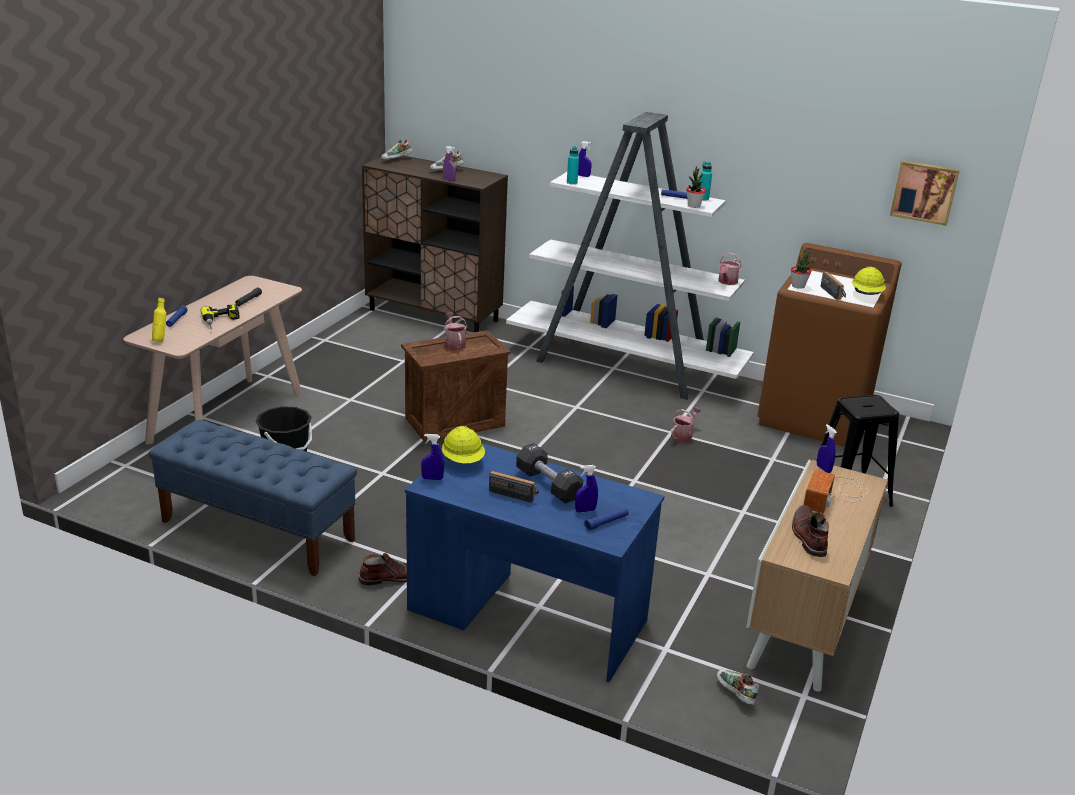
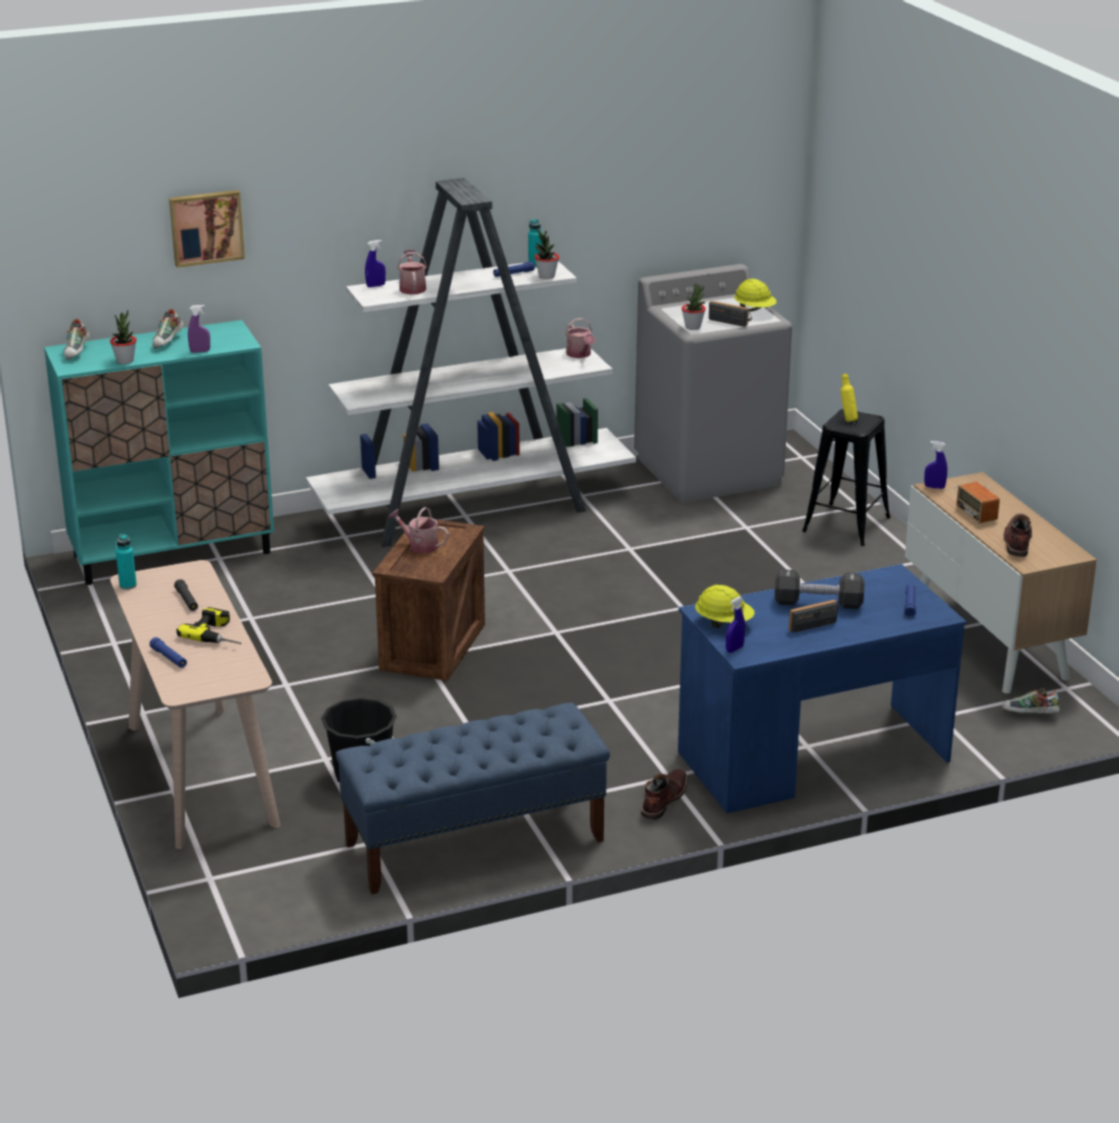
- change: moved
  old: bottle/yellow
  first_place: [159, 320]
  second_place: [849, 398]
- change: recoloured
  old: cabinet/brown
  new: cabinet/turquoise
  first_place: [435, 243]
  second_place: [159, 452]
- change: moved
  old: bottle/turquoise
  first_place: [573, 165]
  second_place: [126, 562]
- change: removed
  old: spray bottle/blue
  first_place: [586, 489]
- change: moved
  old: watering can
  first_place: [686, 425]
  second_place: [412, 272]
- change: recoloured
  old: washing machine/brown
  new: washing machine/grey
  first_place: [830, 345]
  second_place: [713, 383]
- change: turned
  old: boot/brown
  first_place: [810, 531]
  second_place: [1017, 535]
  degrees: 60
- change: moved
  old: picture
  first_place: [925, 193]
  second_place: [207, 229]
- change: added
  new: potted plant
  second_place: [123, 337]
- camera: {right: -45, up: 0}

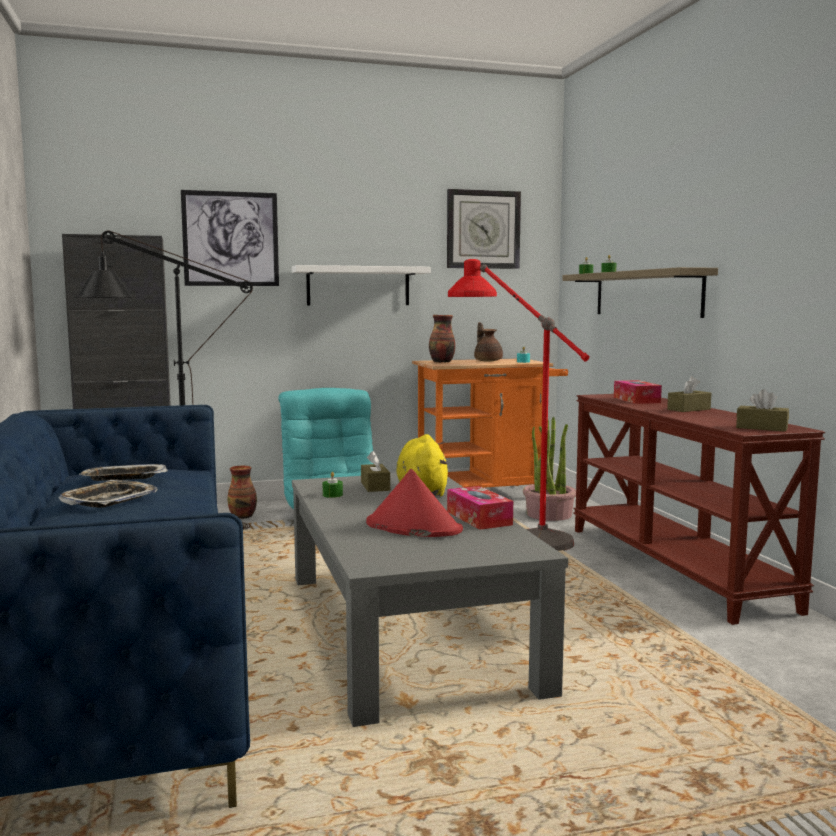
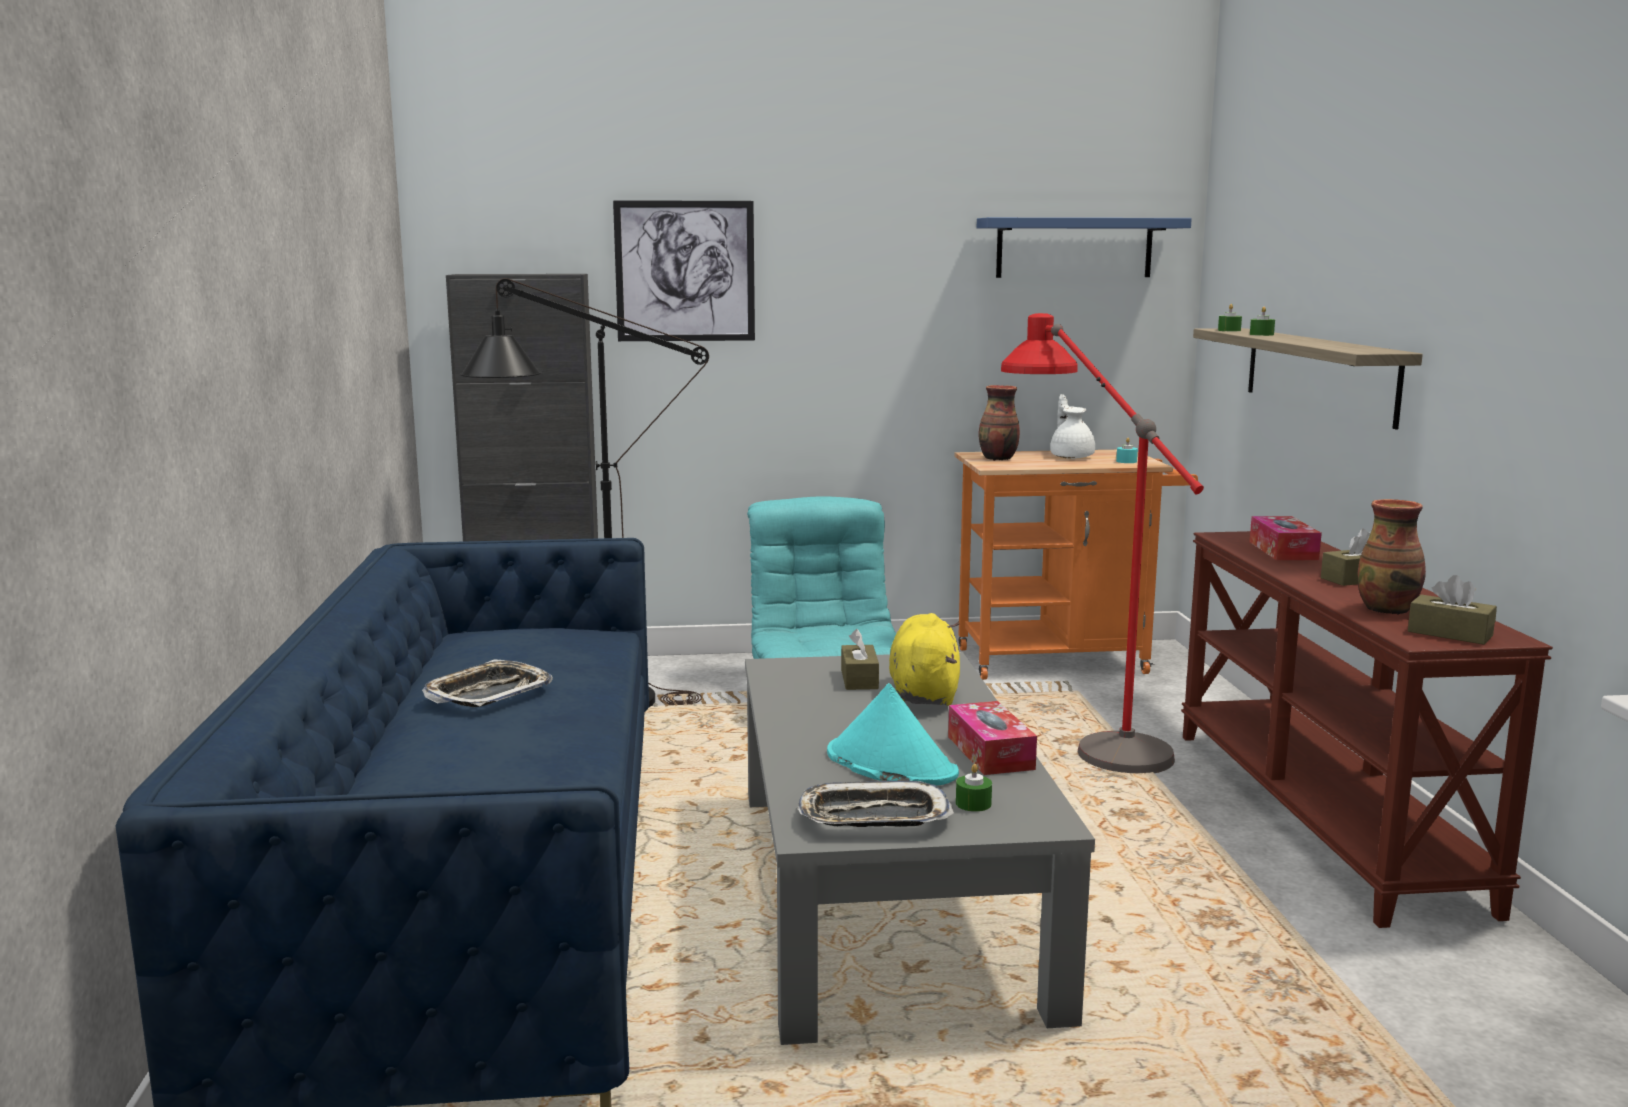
- change: moved
  old: tray
  first_place: [123, 472]
  second_place: [875, 804]
- change: moved
  old: vase
  first_place: [242, 492]
  second_place: [1392, 556]
- change: removed
  old: shelf/white
  first_place: [361, 285]
- change: moved
  old: candle/green
  first_place: [333, 485]
  second_place: [974, 788]
- change: recoloured
  old: hat/red
  new: hat/turquoise
  first_place: [414, 503]
  second_place: [893, 734]
- change: replaced
  old: wall clock
  new: shelf/blue
  first_place: [484, 229]
  second_place: [1084, 247]
- change: recoloured
  old: teapot/brown
  new: teapot/white
  first_place: [488, 342]
  second_place: [1072, 426]
- change: removed
  old: potted plant
  first_place: [549, 469]
- camera: {right: 10, up: 5}

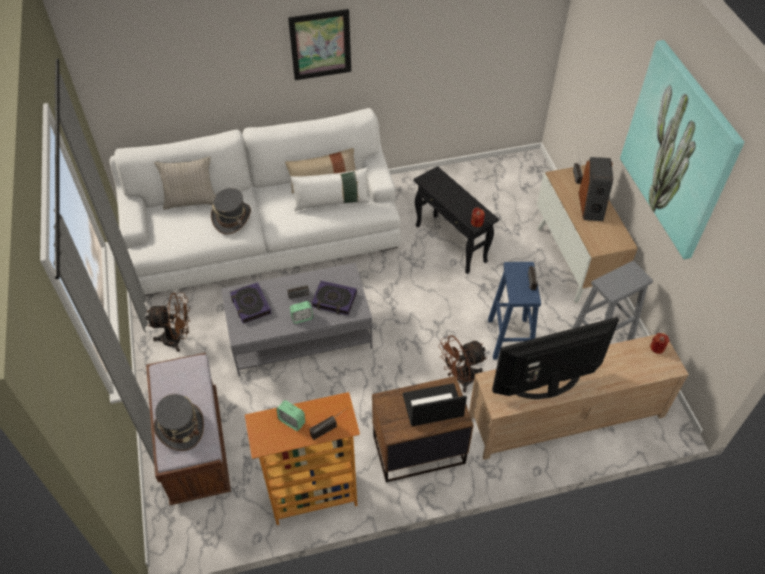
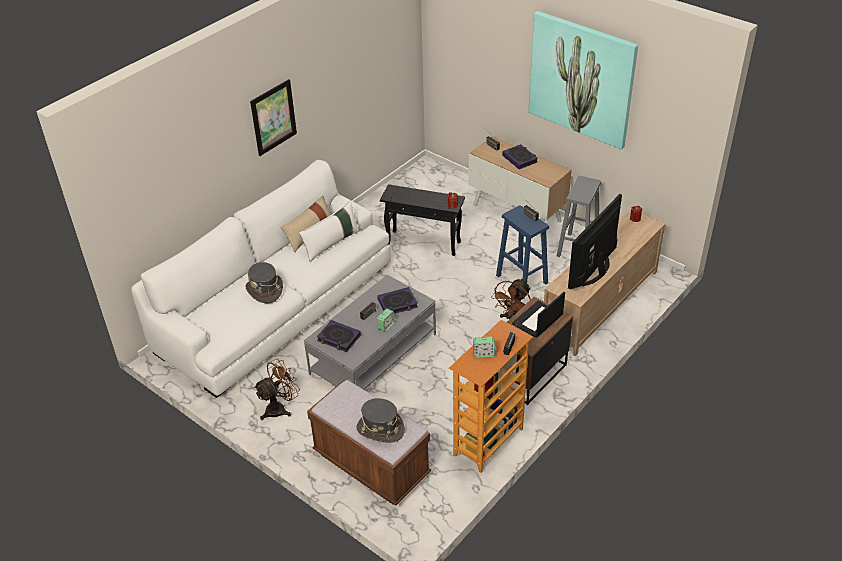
- change: removed
  old: pillow/beige
  first_place: [184, 183]
- change: replaced
  old: speaker
  new: book
  first_place: [595, 189]
  second_place: [520, 156]
- camera: {right: -35, up: -10}

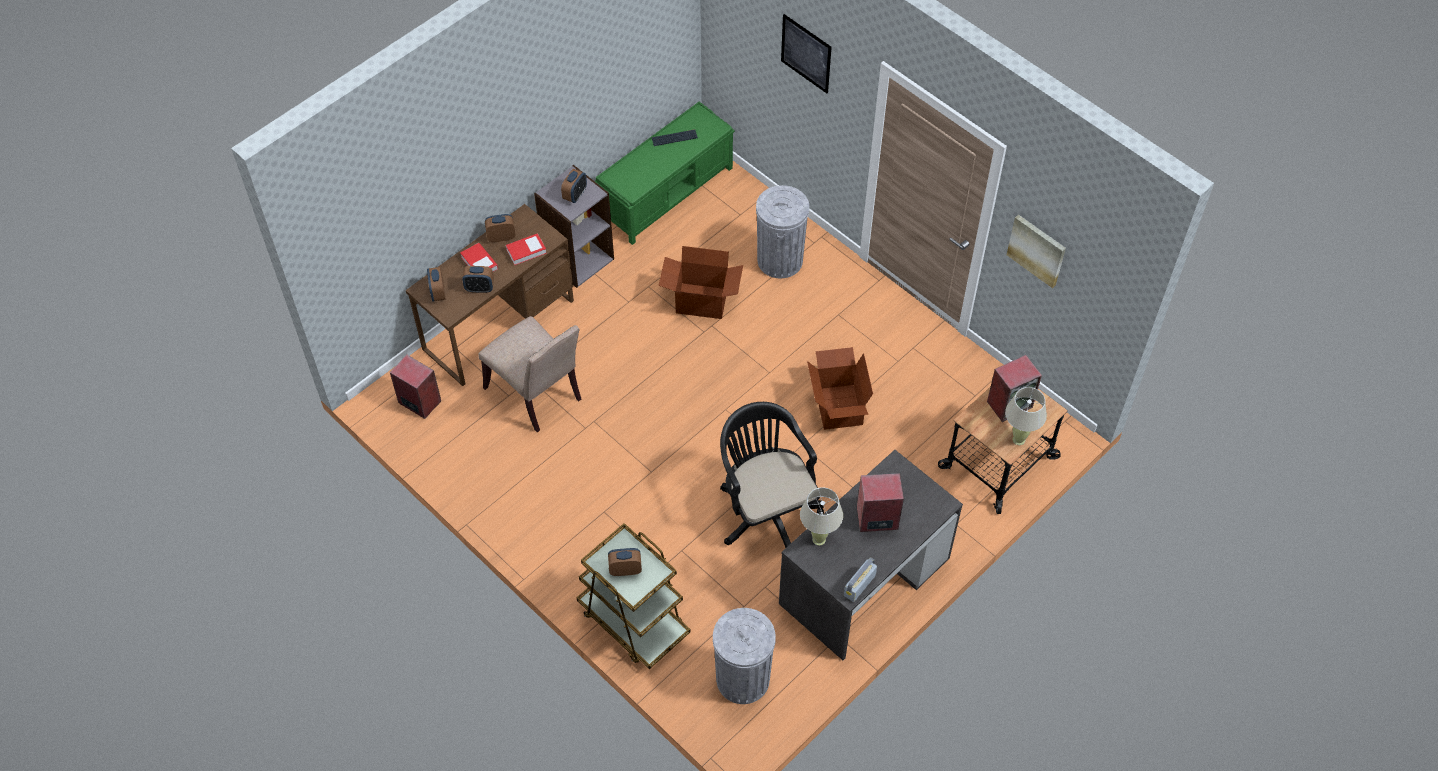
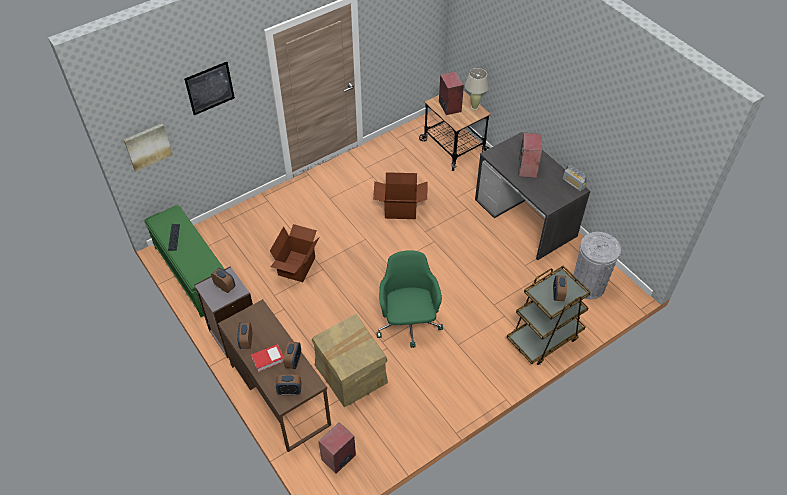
- change: replaced
  old: chair/beige
  new: cardboard box
  first_place: [529, 374]
  second_place: [350, 360]
- change: removed
  old: book
  first_place: [526, 249]
- change: removed
  old: office chair/black
  first_place: [772, 475]
- change: removed
  old: trash can/grey
  first_place: [782, 231]
- change: removed
  old: table lamp/beige
  first_place: [821, 516]
- change: moved
  old: picture
  first_place: [1036, 251]
  second_place: [148, 147]
- change: added
  new: office chair/green
  second_place: [410, 299]
- camera: {right: -80, up: -5}

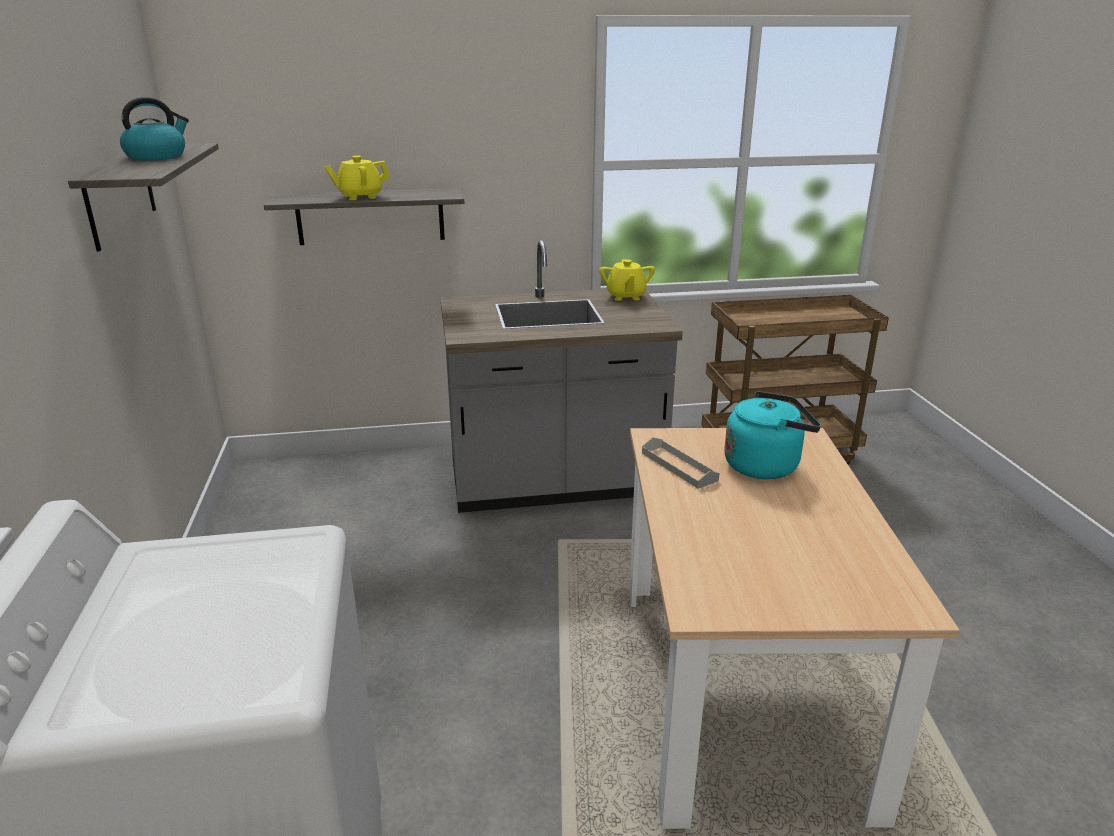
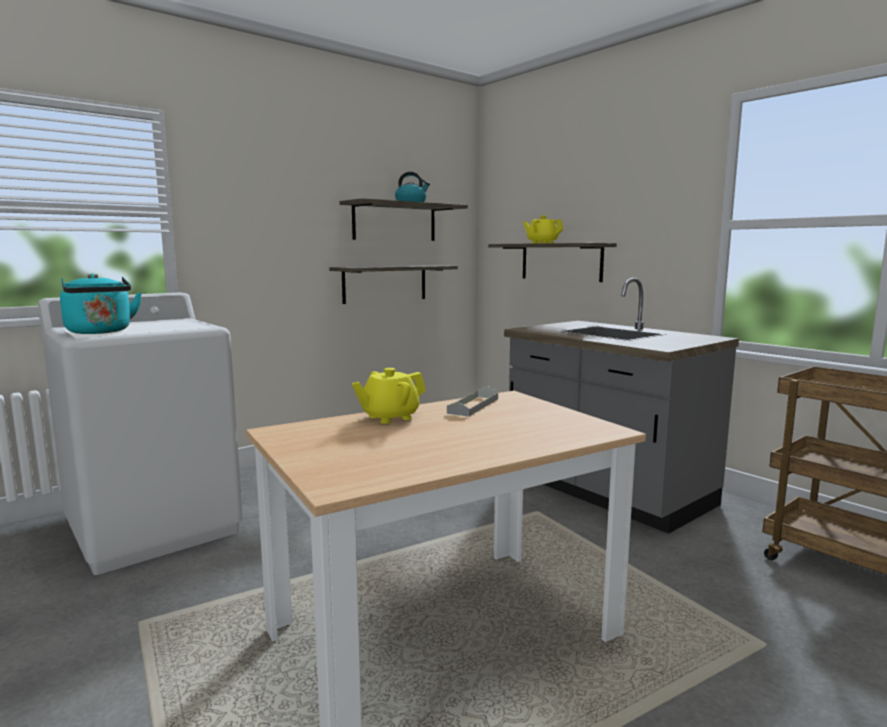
- change: moved
  old: teapot/yellow
  first_place: [627, 280]
  second_place: [389, 396]
- change: moved
  old: kettle/turquoise
  first_place: [772, 435]
  second_place: [101, 303]
- change: added
  new: shelf
  second_place: [393, 284]
- camera: {right: 60, up: -15}

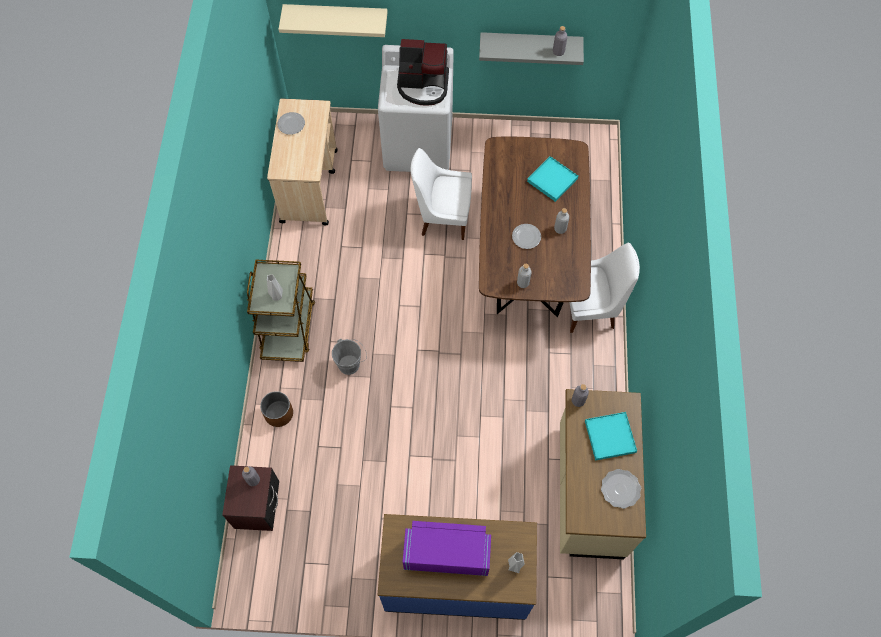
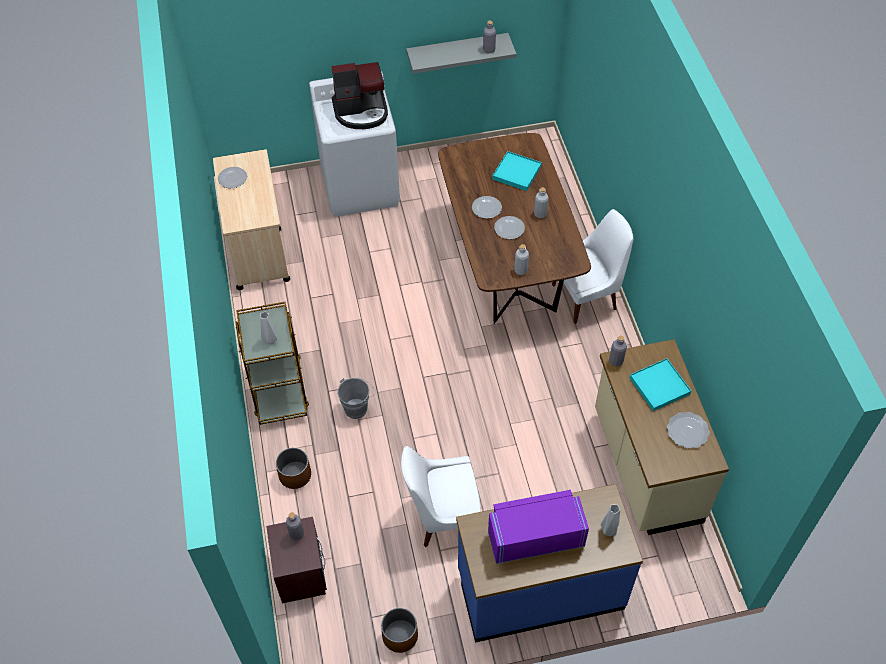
- change: removed
  old: shelf/beige
  first_place: [333, 20]
- change: moved
  old: chair/white
  first_place: [441, 194]
  second_place: [441, 496]
- change: added
  new: planter/brown
  second_place: [399, 630]
- change: added
  new: plate
  second_place: [487, 207]
- camera: {right: -15, up: -10}

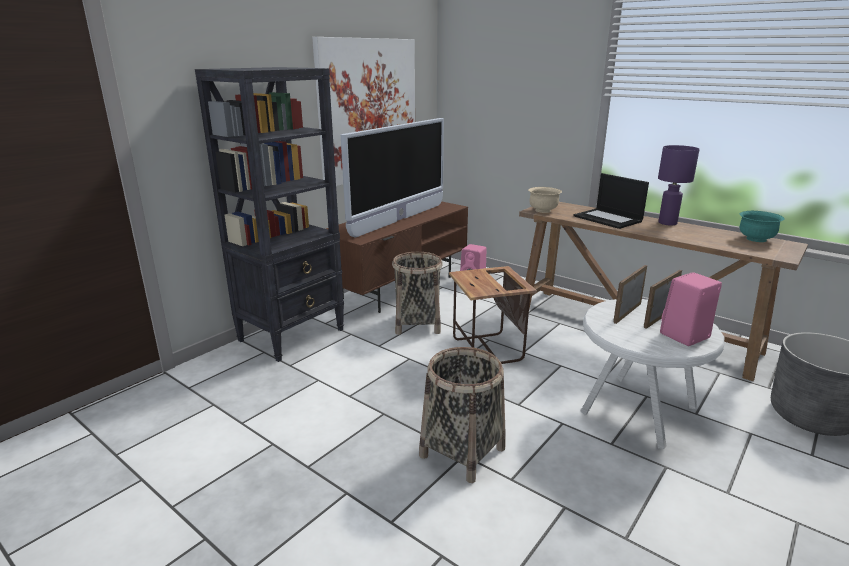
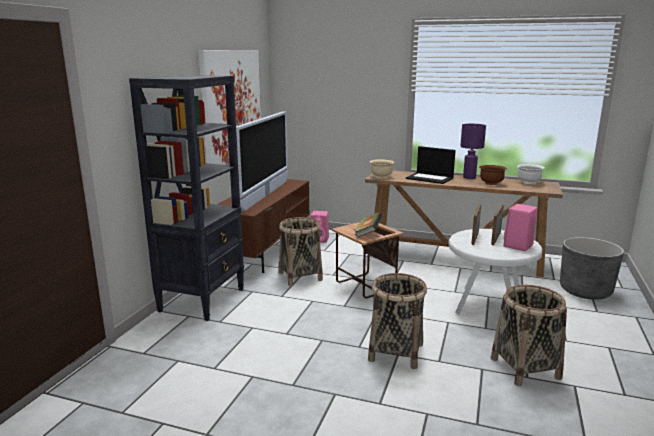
- change: recoloured
  old: bowl/turquoise
  new: bowl/white
  first_place: [762, 226]
  second_place: [531, 174]
- change: added
  new: book
  second_place: [368, 224]
- change: added
  new: bowl/brown
  second_place: [493, 175]
- change: added
  new: basket
  second_place: [529, 335]
- camera: {right: -20, up: -5}

